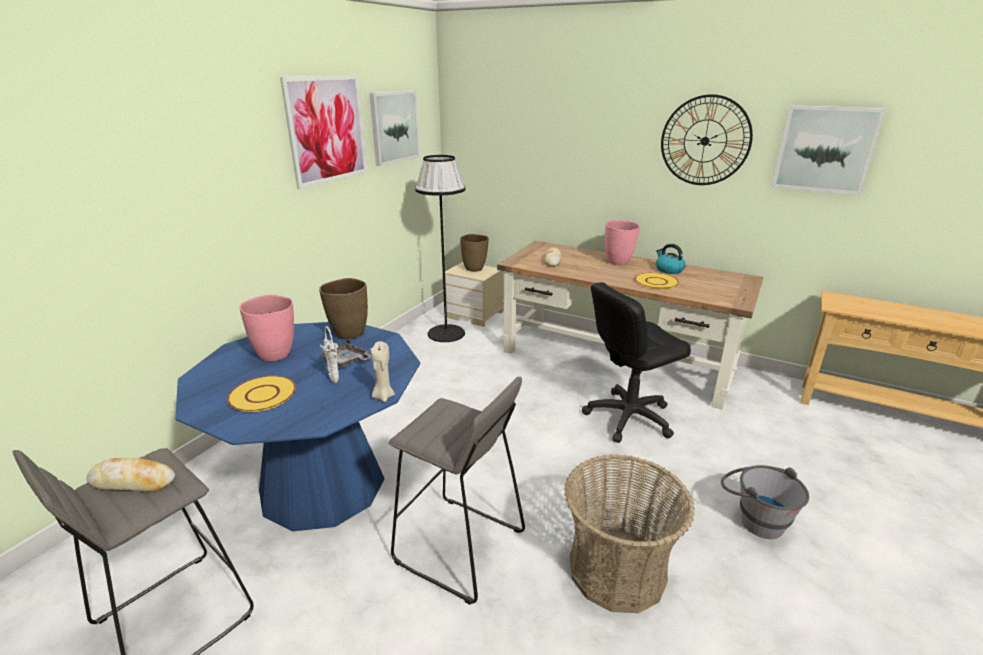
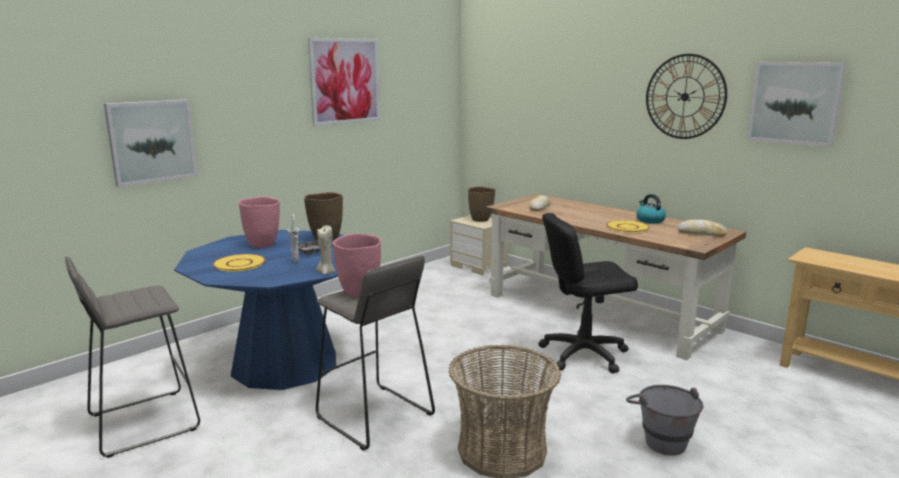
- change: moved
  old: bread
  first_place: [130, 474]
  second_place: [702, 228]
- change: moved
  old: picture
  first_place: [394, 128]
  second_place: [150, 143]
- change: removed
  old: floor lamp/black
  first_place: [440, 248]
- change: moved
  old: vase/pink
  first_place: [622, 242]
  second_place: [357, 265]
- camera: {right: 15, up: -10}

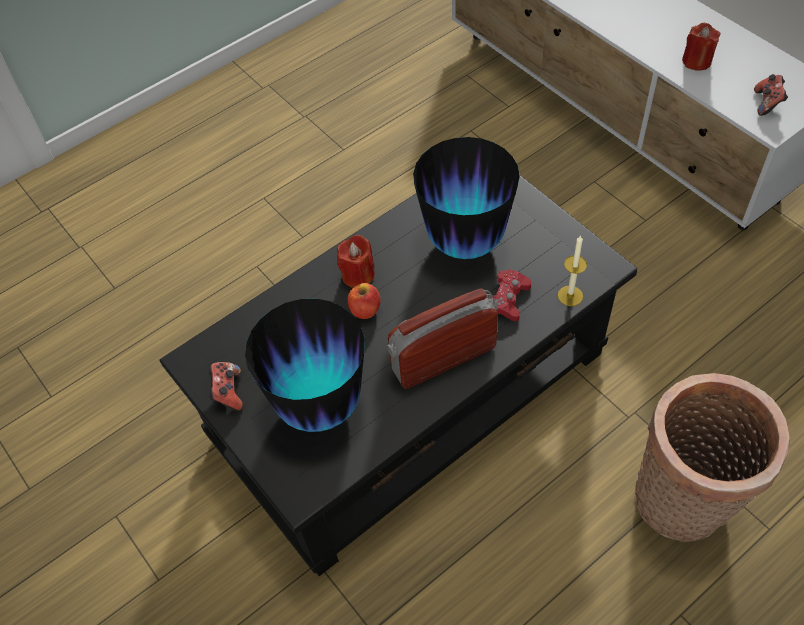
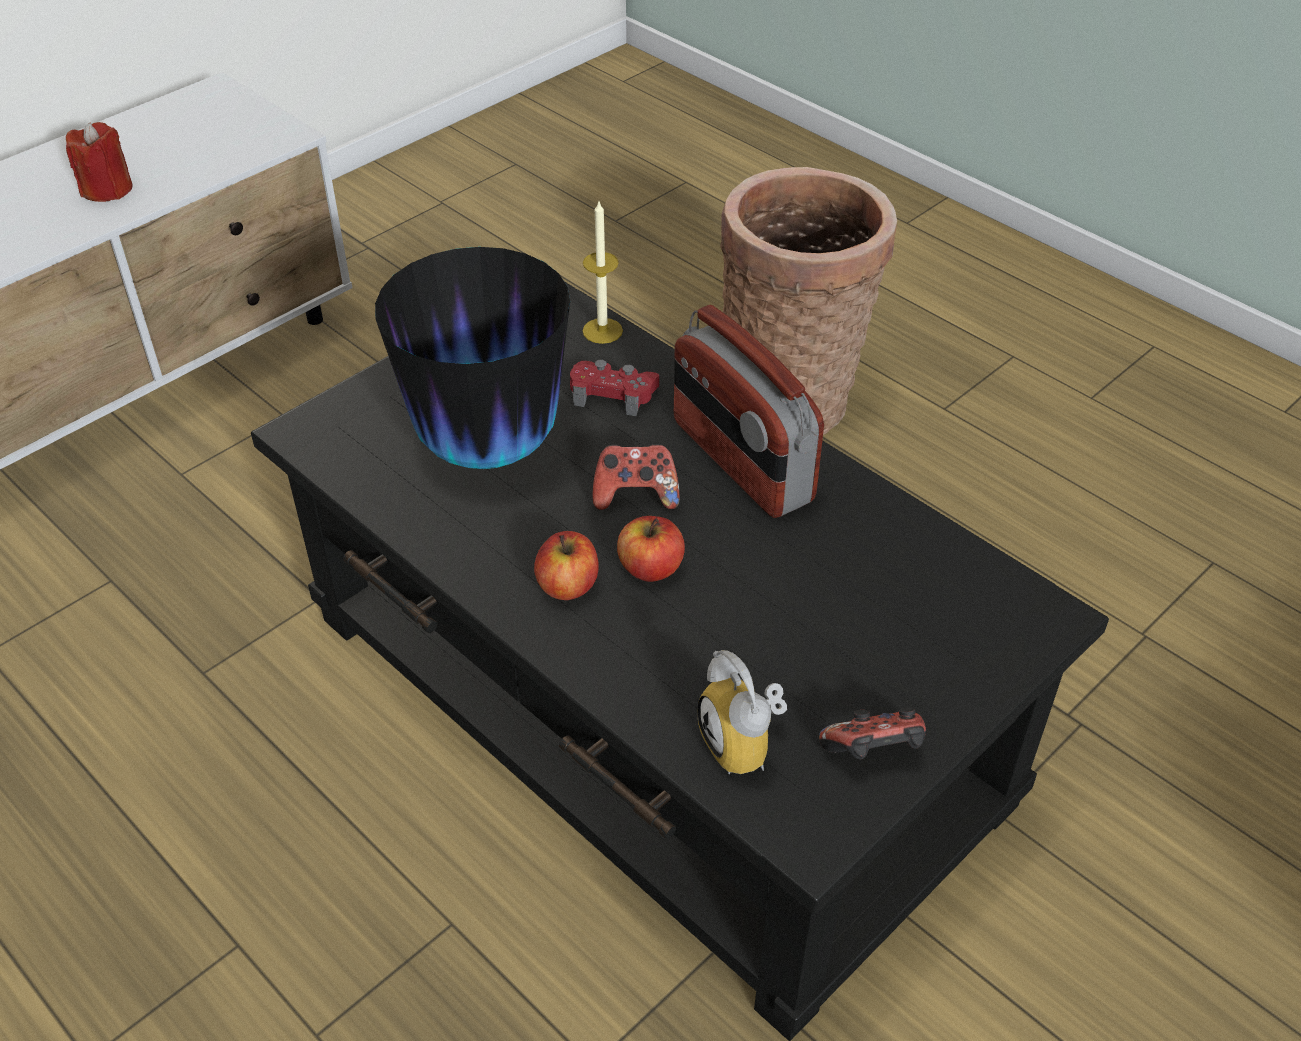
- change: removed
  old: vase
  first_place: [305, 365]
- change: replaced
  old: candle/red
  new: apple
  first_place: [356, 261]
  second_place: [566, 565]
- change: moved
  old: game controller
  first_place: [771, 95]
  second_place: [636, 477]
- change: added
  new: alarm clock
  second_place: [742, 712]
- camera: {right: -100, up: -10}

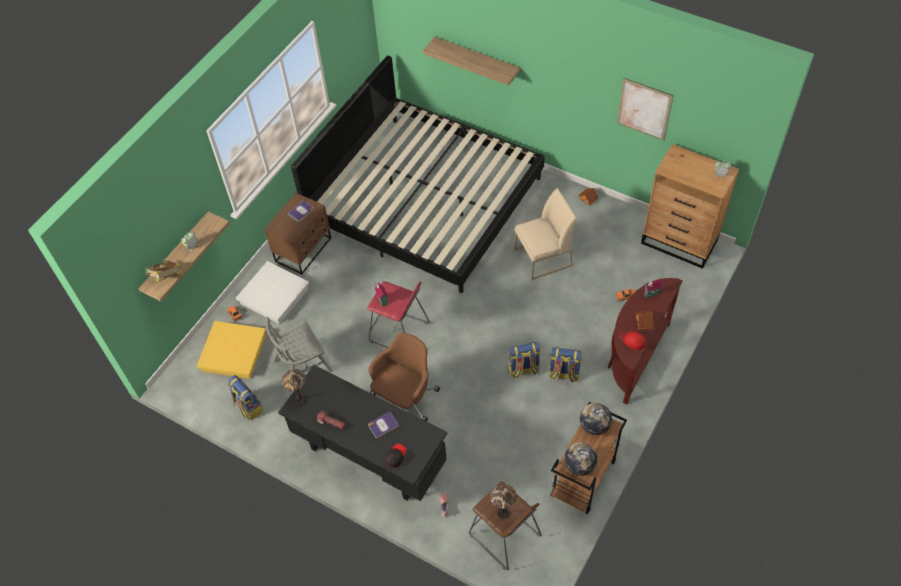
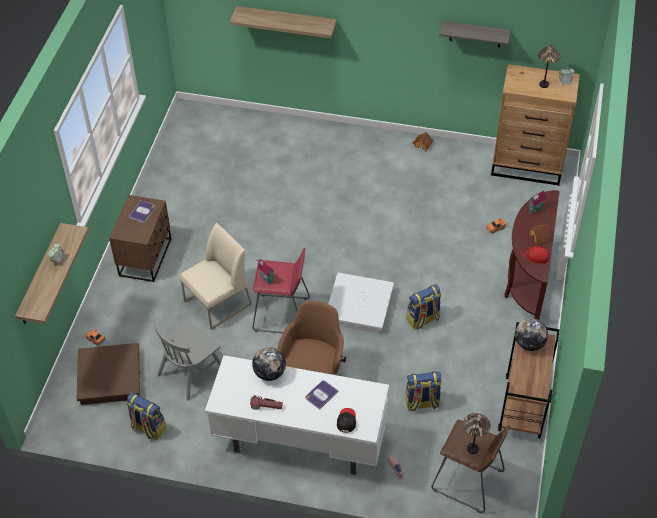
- change: removed
  old: book
  first_place: [164, 271]
- change: recoloured
  old: storage box/yellow
  new: storage box/brown
  first_place: [231, 350]
  second_place: [109, 374]
- change: moved
  old: storage box/white
  first_place: [272, 292]
  second_place: [361, 303]
- change: recoloured
  old: desk/black
  new: desk/white
  first_place: [362, 433]
  second_place: [297, 415]
- change: moved
  old: table lamp
  first_place: [294, 387]
  second_place: [549, 66]
- change: removed
  old: bed
  first_place: [418, 174]
- change: moved
  old: chair/beige
  first_place: [545, 234]
  second_place: [215, 276]
- change: moved
  old: backpack
  first_place: [565, 364]
  second_place: [424, 392]
- change: moved
  old: globe
  first_place: [580, 459]
  second_place: [269, 364]
- change: replaced
  old: picture
  new: shelf
  first_place: [645, 109]
  second_place: [475, 34]
- camera: {right: -20, up: -5}

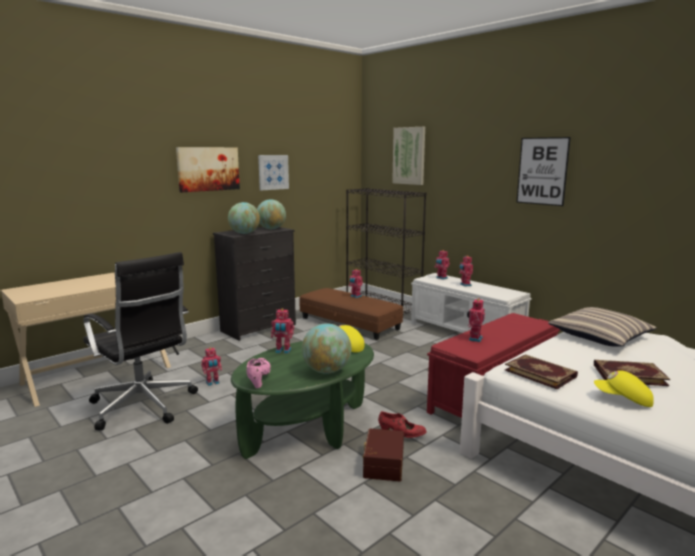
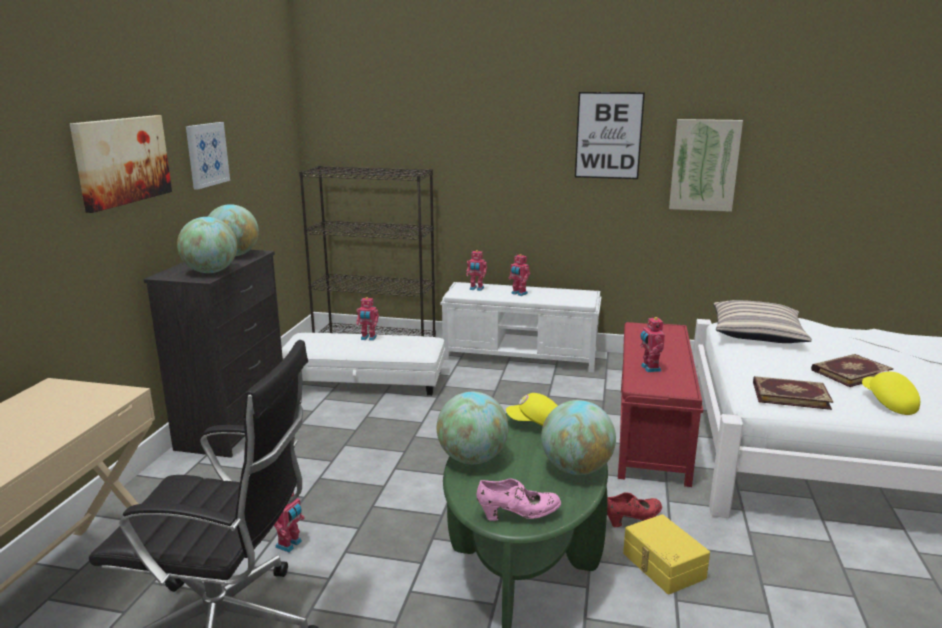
- change: turned
  old: shoe/pink
  first_place: [259, 373]
  second_place: [519, 500]
  degrees: 120
- change: replaced
  old: toy robot
  new: globe
  first_place: [282, 331]
  second_place: [472, 428]
- change: recoloured
  old: ottoman/brown
  new: ottoman/white
  first_place: [351, 314]
  second_place: [363, 364]
- change: recoloured
  old: storage box/brown
  new: storage box/yellow
  first_place: [383, 455]
  second_place: [666, 554]
- change: moved
  old: picture
  first_place: [408, 156]
  second_place: [706, 165]
- change: turned
  old: cap/yellow
  first_place: [624, 388]
  second_place: [891, 392]
  degrees: 90
- camera: {right: -35, up: 5}

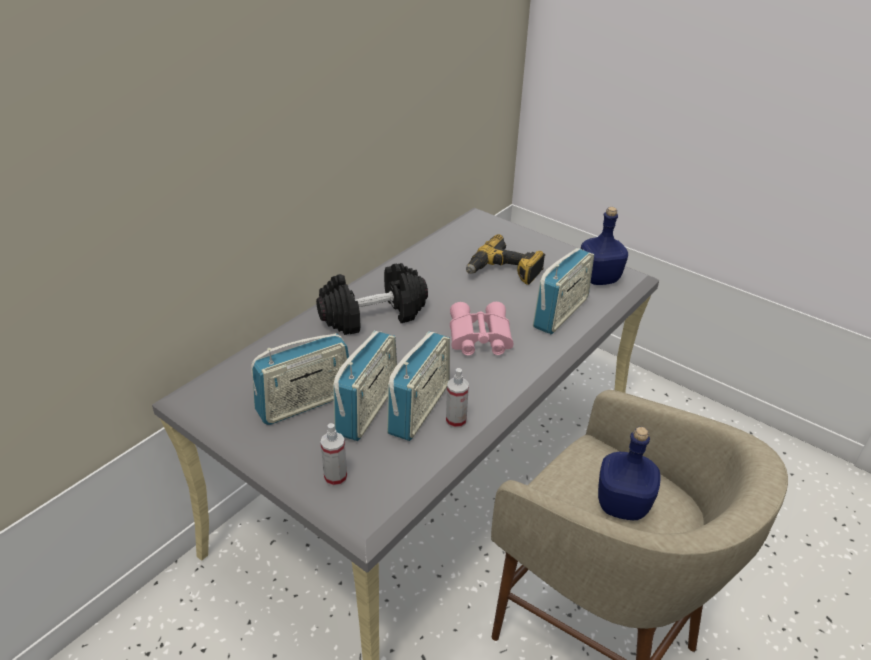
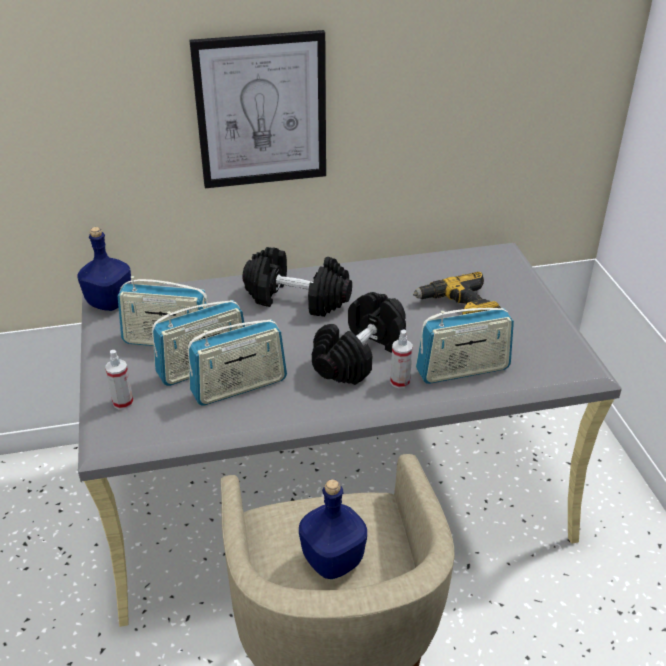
- change: moved
  old: spray bottle
  first_place: [457, 398]
  second_place: [401, 359]
- change: replaced
  old: binoculars/pink
  new: dumbbell/black
  first_place: [481, 328]
  second_place: [359, 338]
- change: moved
  old: bottle/blue
  first_place: [604, 246]
  second_place: [104, 269]
- change: added
  new: picture
  second_place: [257, 109]
- camera: {right: 40, up: 0}

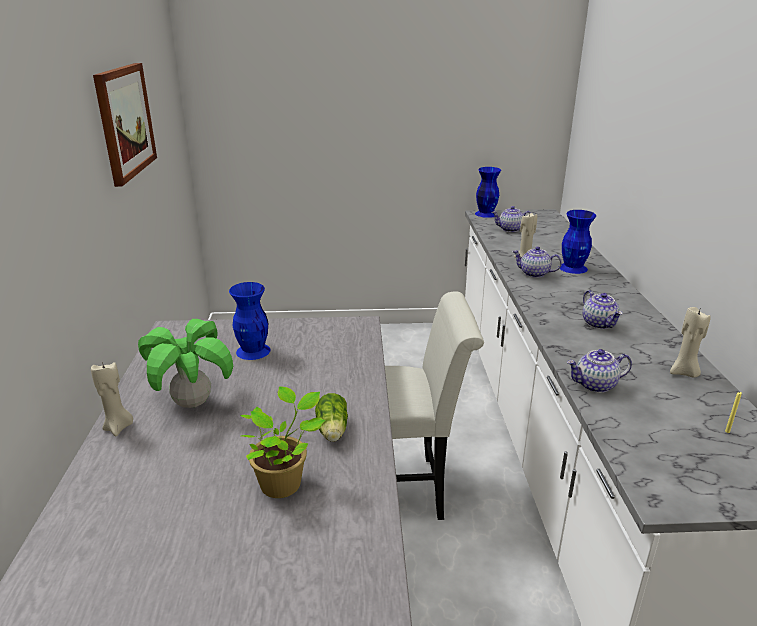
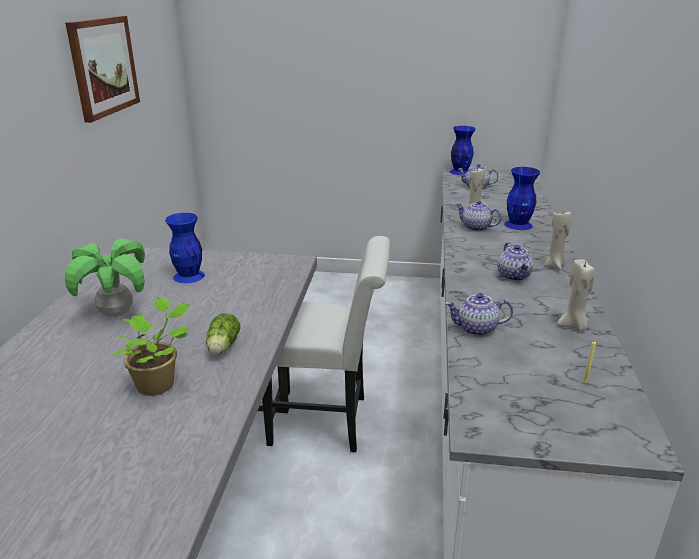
- change: moved
  old: candle/beige
  first_place: [112, 399]
  second_place: [558, 241]
- camera: {right: 10, up: 0}

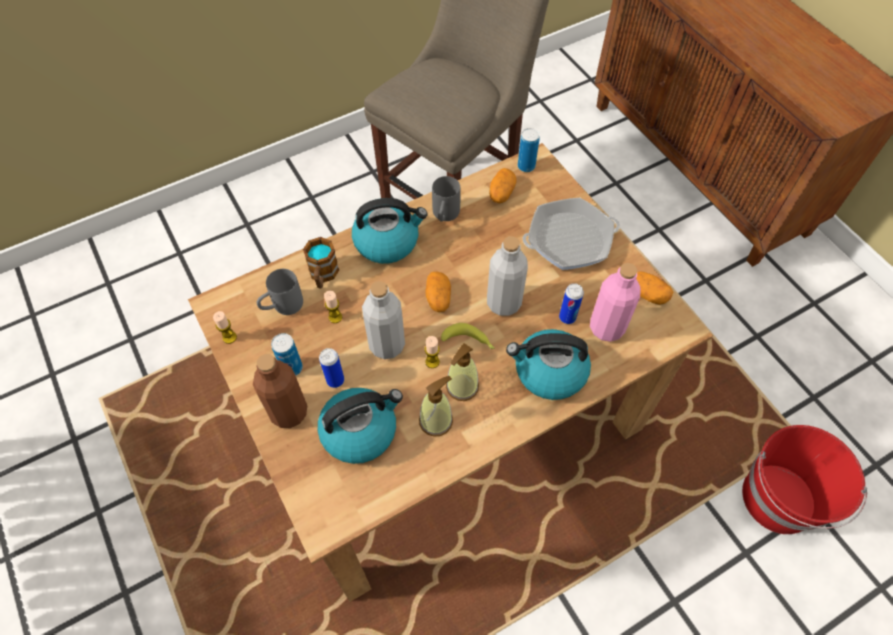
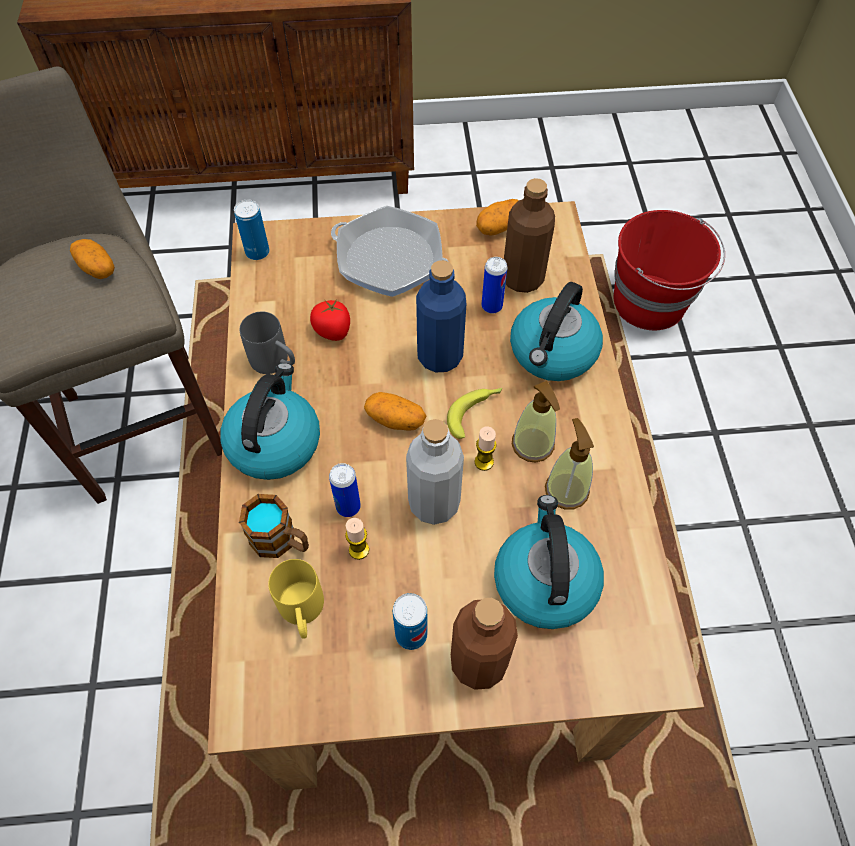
- change: removed
  old: candle
  first_place: [225, 327]
- change: recoloured
  old: mug/grey
  new: mug/yellow
  first_place: [280, 292]
  second_place: [296, 599]
- change: moved
  old: can
  first_place: [331, 368]
  second_place: [345, 490]
- change: recoloured
  old: bottle/grey
  new: bottle/blue
  first_place: [507, 276]
  second_place: [441, 316]
- change: moved
  old: potato
  first_place: [503, 185]
  second_place: [92, 259]
- change: turned
  old: frying pan
  first_place: [571, 234]
  second_place: [390, 251]
  degrees: 105
- change: recoloured
  old: bottle/pink
  new: bottle/brown
  first_place: [615, 302]
  second_place: [529, 235]
- change: added
  new: tomato
  second_place: [330, 320]
- camera: {right: -65, up: 0}

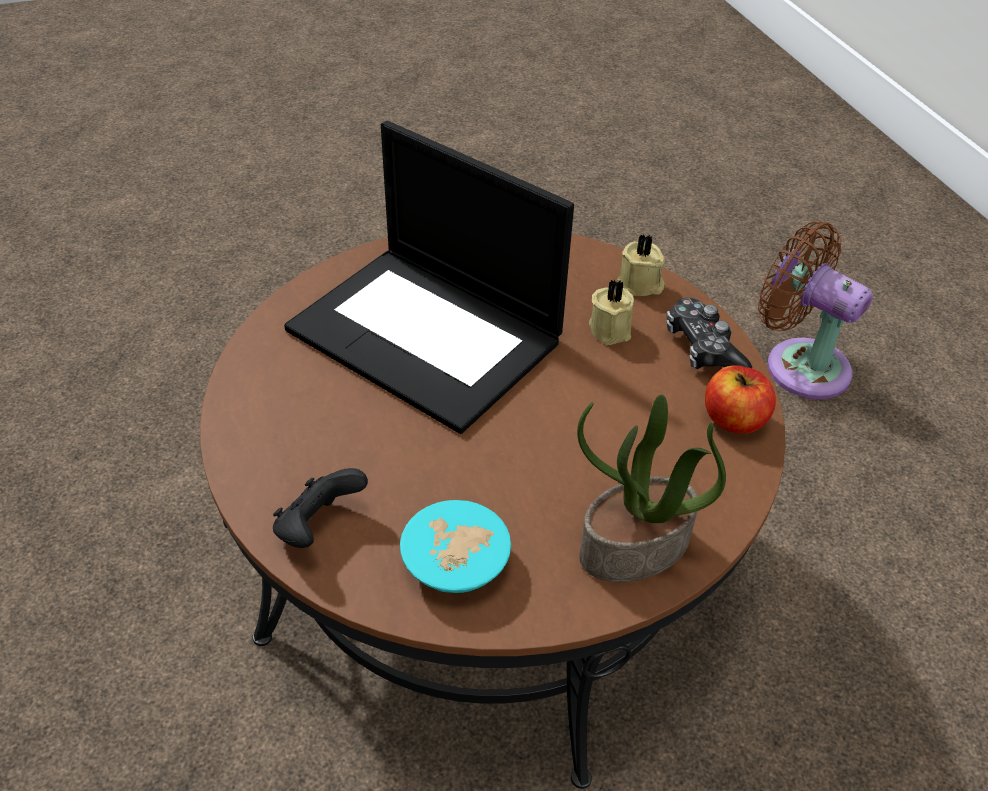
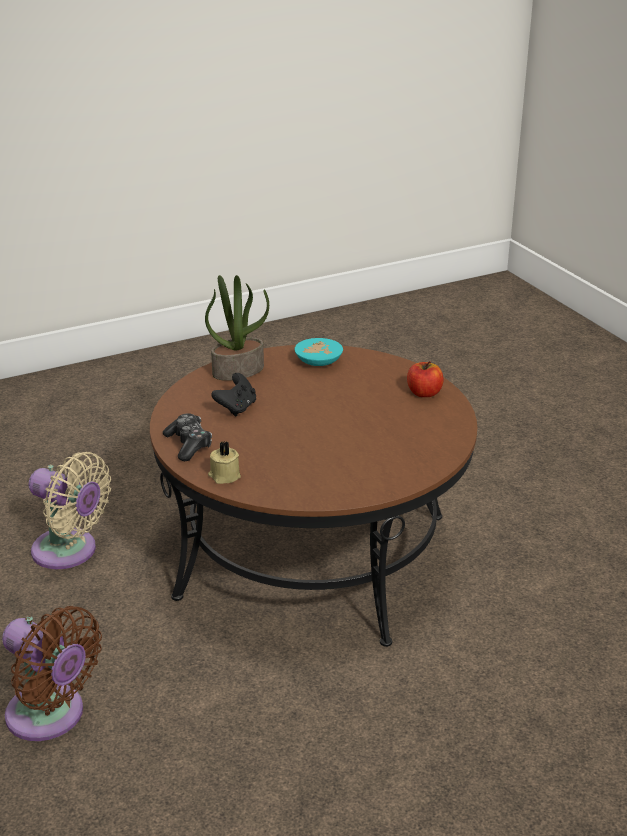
- change: moved
  old: game controller/black
  first_place: [320, 508]
  second_place: [233, 394]
- change: removed
  old: laptop
  first_place: [429, 277]
- change: removed
  old: candle/beige
  first_place: [611, 312]
- change: moved
  old: apple
  first_place: [740, 399]
  second_place: [425, 379]
- change: added
  new: fan/beige
  second_place: [70, 510]
- camera: {right: 175, up: -15}

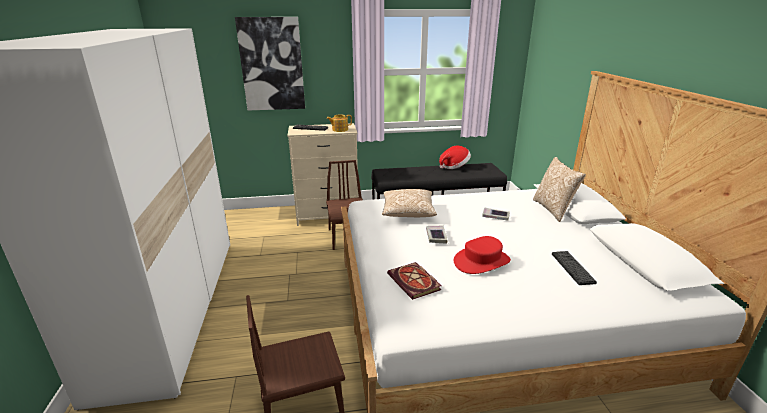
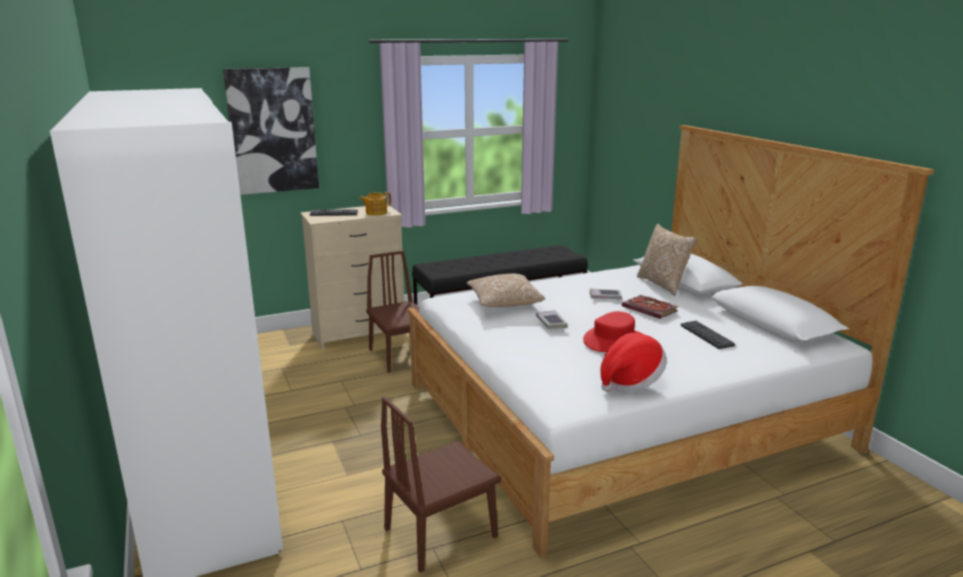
- change: moved
  old: book
  first_place: [414, 281]
  second_place: [650, 307]
- change: moved
  old: hat
  first_place: [455, 157]
  second_place: [633, 362]
- camera: {right: -15, up: -5}

